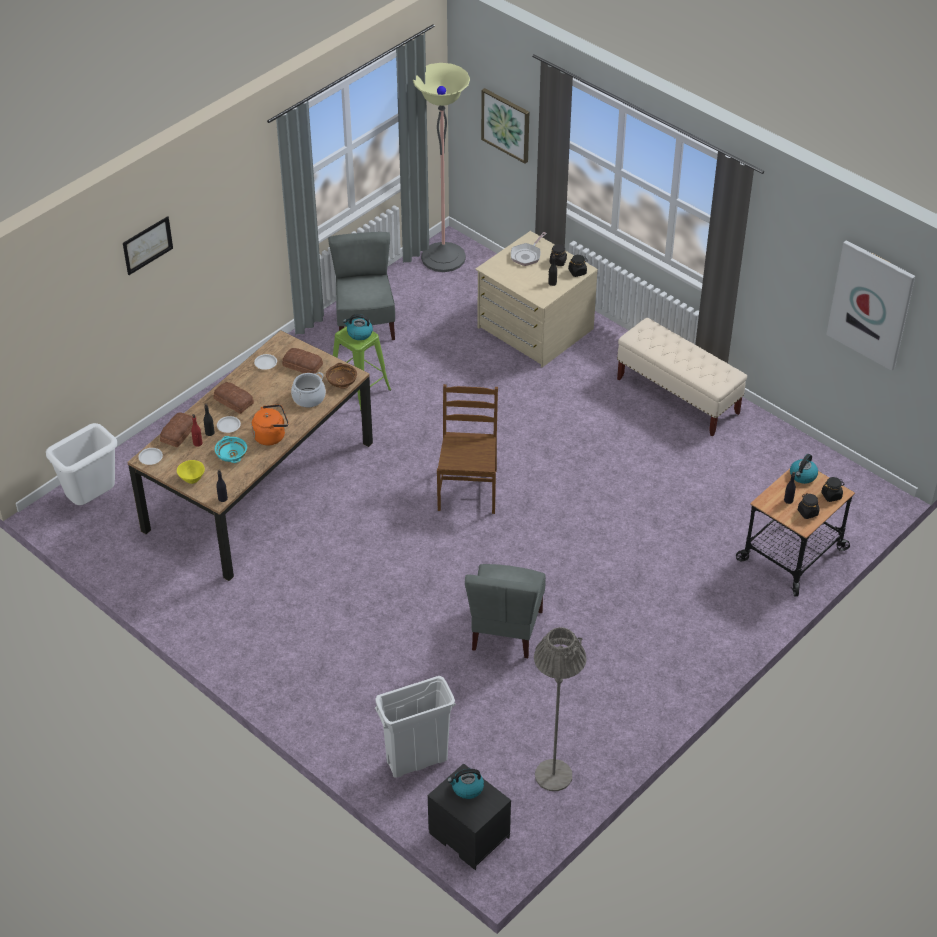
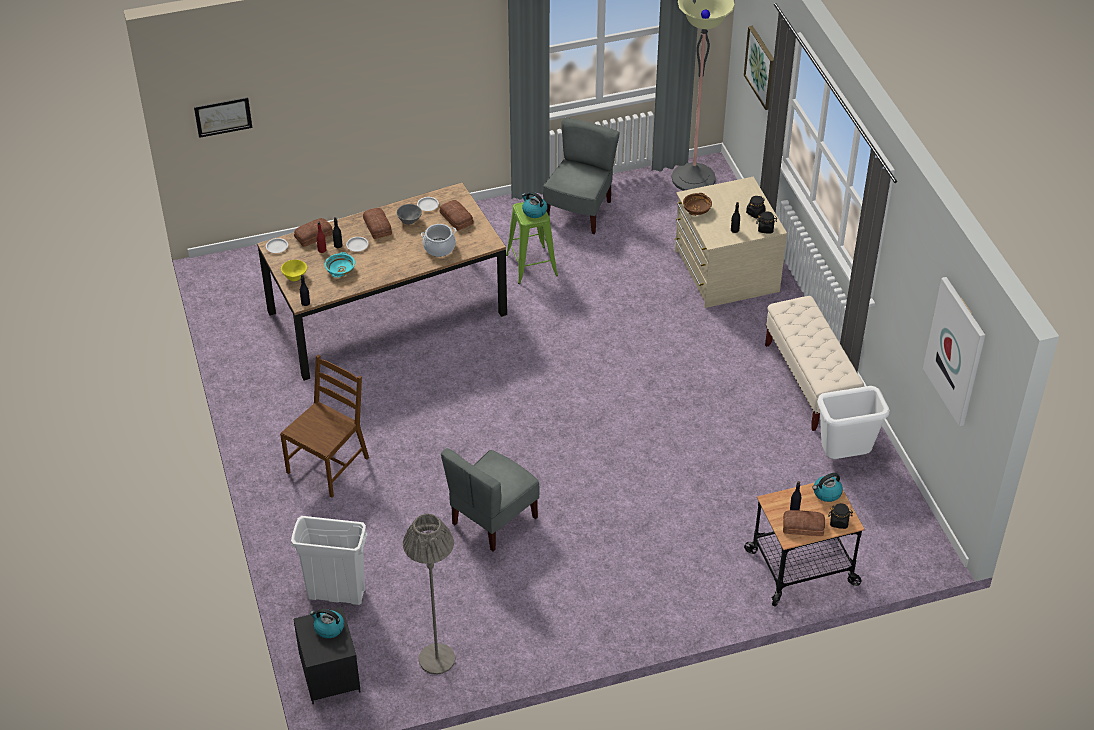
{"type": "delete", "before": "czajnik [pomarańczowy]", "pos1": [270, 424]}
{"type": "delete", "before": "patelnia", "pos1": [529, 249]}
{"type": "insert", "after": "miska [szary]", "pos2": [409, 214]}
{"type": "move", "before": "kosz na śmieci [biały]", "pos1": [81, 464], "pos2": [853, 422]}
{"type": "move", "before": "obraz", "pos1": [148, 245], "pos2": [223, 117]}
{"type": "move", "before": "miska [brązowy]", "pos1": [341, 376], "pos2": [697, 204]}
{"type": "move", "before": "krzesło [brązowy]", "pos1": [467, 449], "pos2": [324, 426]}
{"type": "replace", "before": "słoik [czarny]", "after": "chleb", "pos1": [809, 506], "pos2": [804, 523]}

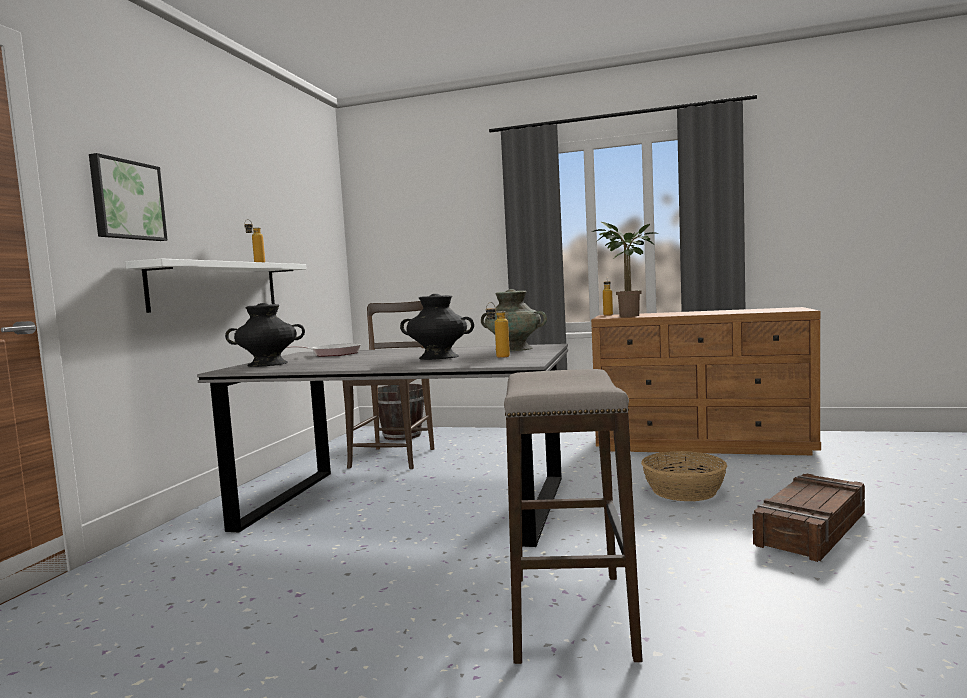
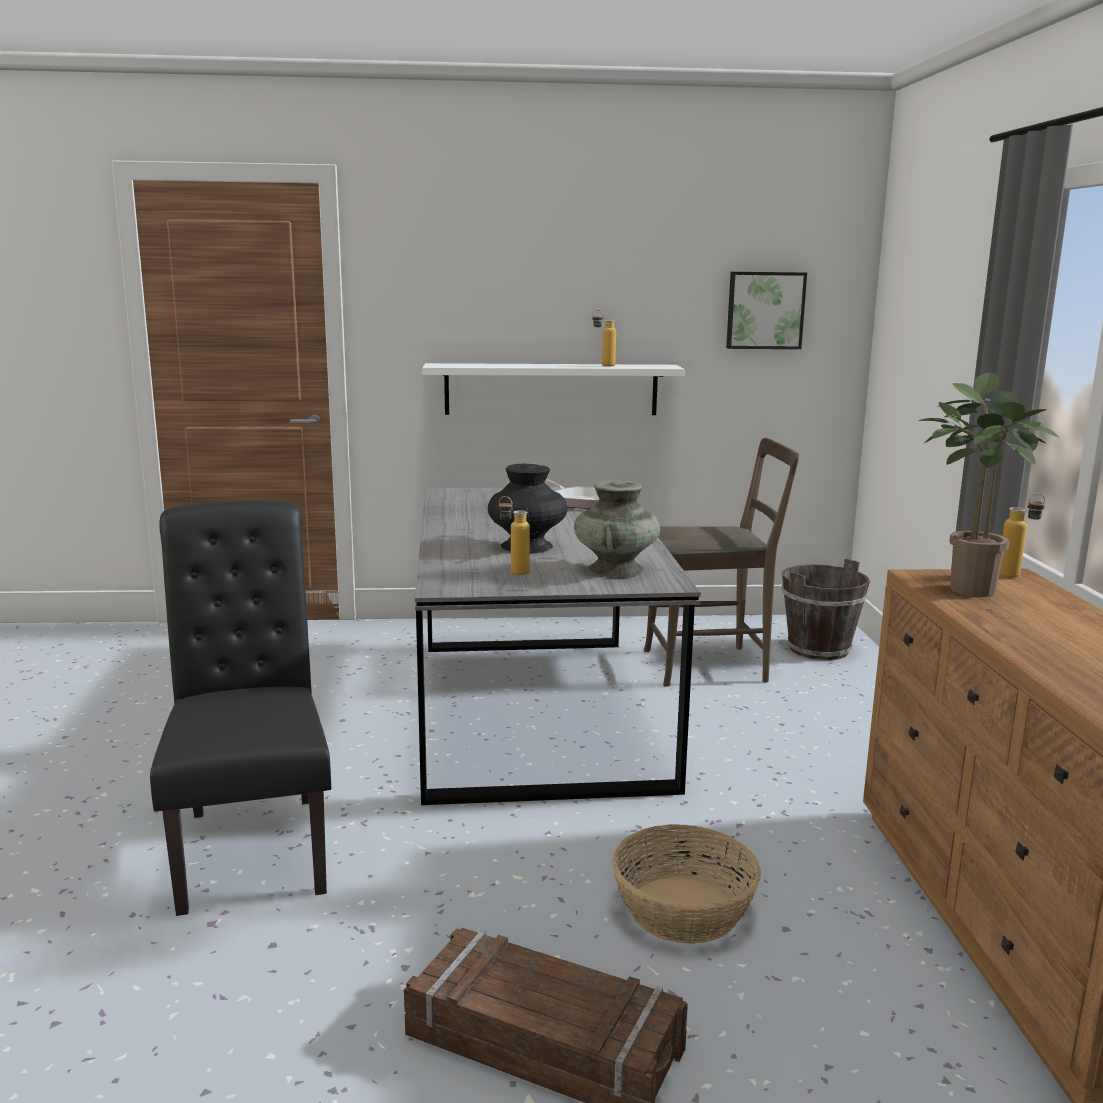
{"type": "delete", "before": "wazon [czarny]", "pos1": [265, 335]}
{"type": "move", "before": "obraz", "pos1": [128, 197], "pos2": [766, 310]}
{"type": "replace", "before": "stołek", "after": "krzesło [czarny]", "pos1": [573, 516], "pos2": [240, 708]}

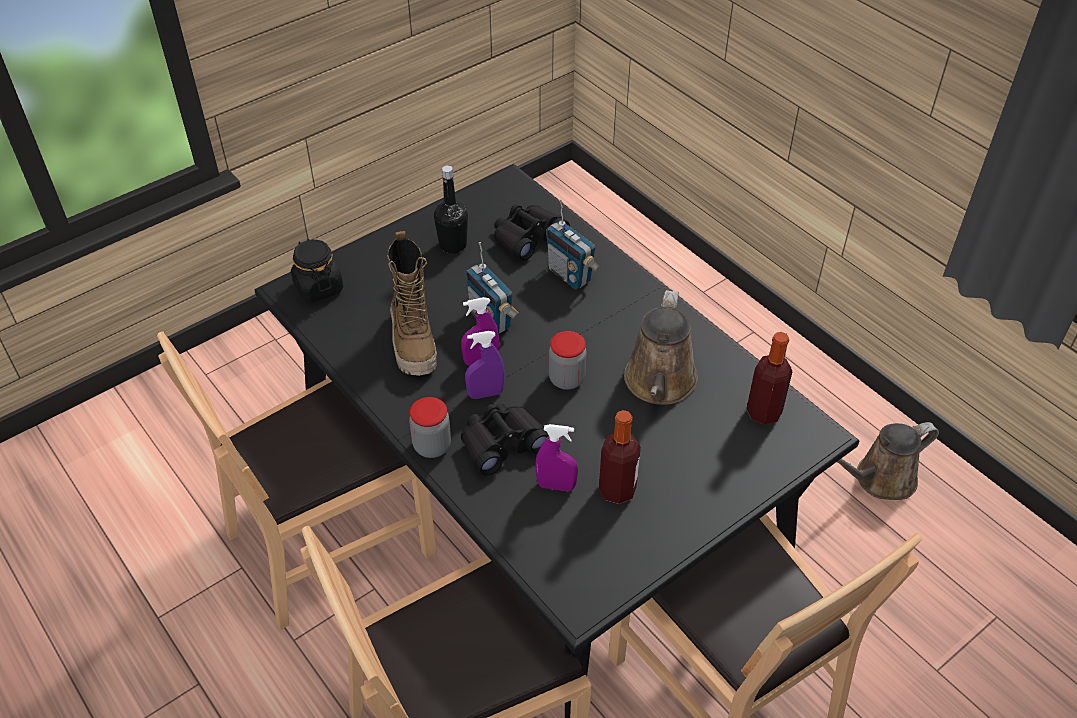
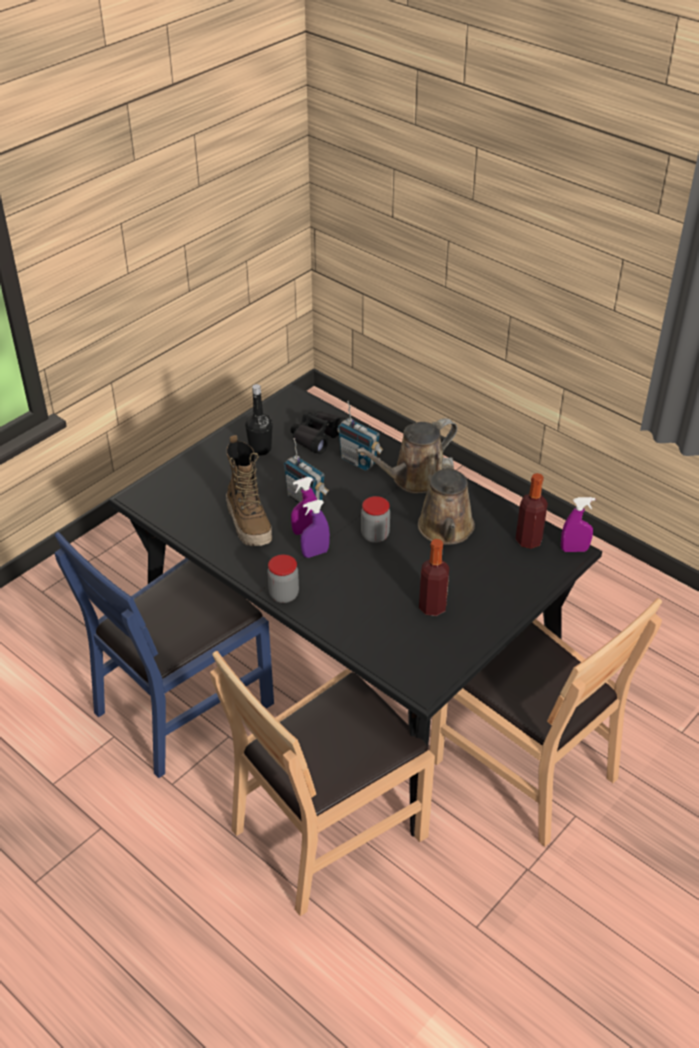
{"type": "delete", "before": "słoik [czarny]", "pos1": [317, 271]}
{"type": "delete", "before": "lornetka [czarny]", "pos1": [505, 440]}
{"type": "move", "before": "spryskiwacz [fioletowy]", "pos1": [556, 457], "pos2": [578, 524]}
{"type": "move", "before": "konewka [brązowy]", "pos1": [888, 461], "pos2": [406, 455]}
{"type": "recolor", "before": "krzesło [brązowy]", "after": "krzesło [niebieski]", "pos1": [297, 480], "pos2": [164, 655]}

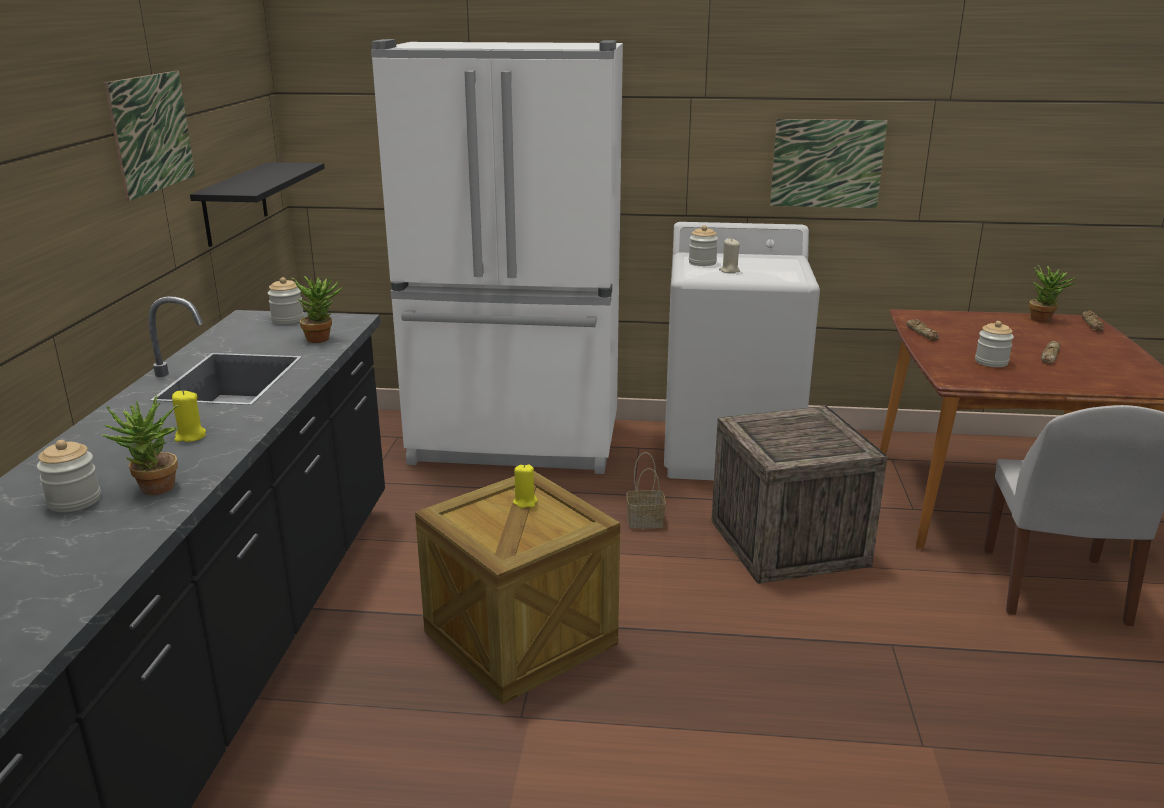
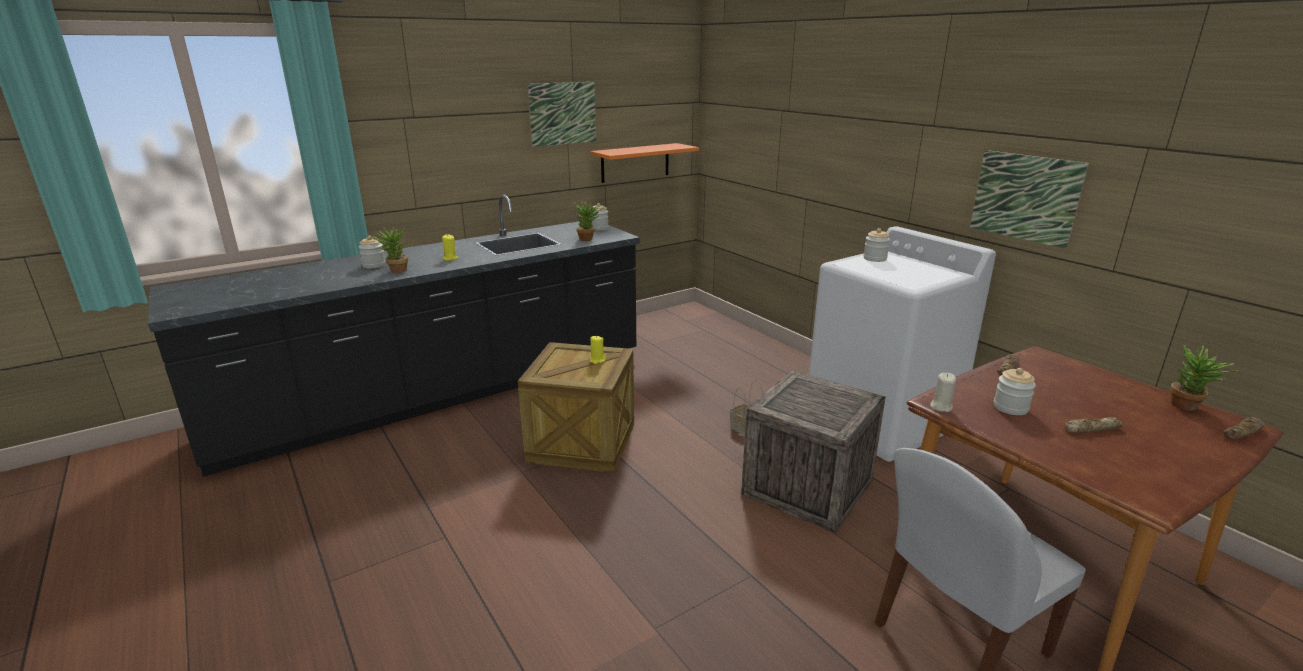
{"type": "delete", "before": "lodówka [biały]", "pos1": [497, 256]}
{"type": "move", "before": "świeca [beżowy]", "pos1": [729, 256], "pos2": [943, 392]}
{"type": "recolor", "before": "półka [czarny]", "after": "półka [pomarańczowy]", "pos1": [257, 204], "pos2": [644, 163]}

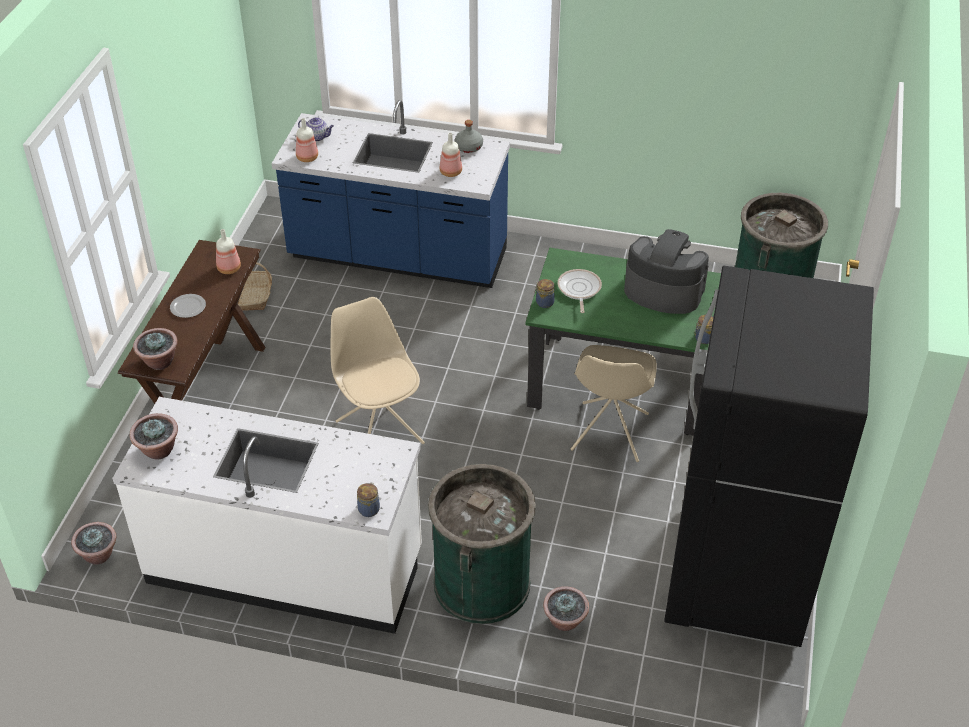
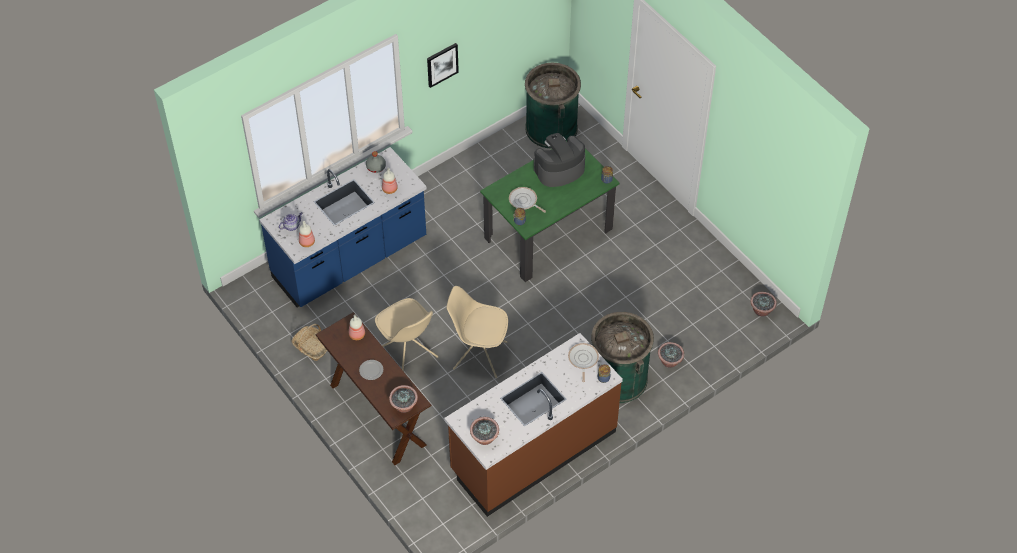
{"type": "delete", "before": "lodówka [czarny]", "pos1": [769, 457]}
{"type": "insert", "after": "obraz", "pos2": [443, 65]}
{"type": "insert", "after": "patelnia", "pos2": [583, 362]}
{"type": "move", "before": "roślina doniczkowa", "pos1": [93, 543], "pos2": [764, 304]}
{"type": "move", "before": "krzesło [beżowy]", "pos1": [613, 403], "pos2": [407, 335]}
{"type": "recolor", "before": "zabudowa kuchenna [biały]", "after": "zabudowa kuchenna [brązowy]", "pos1": [267, 515], "pos2": [533, 425]}

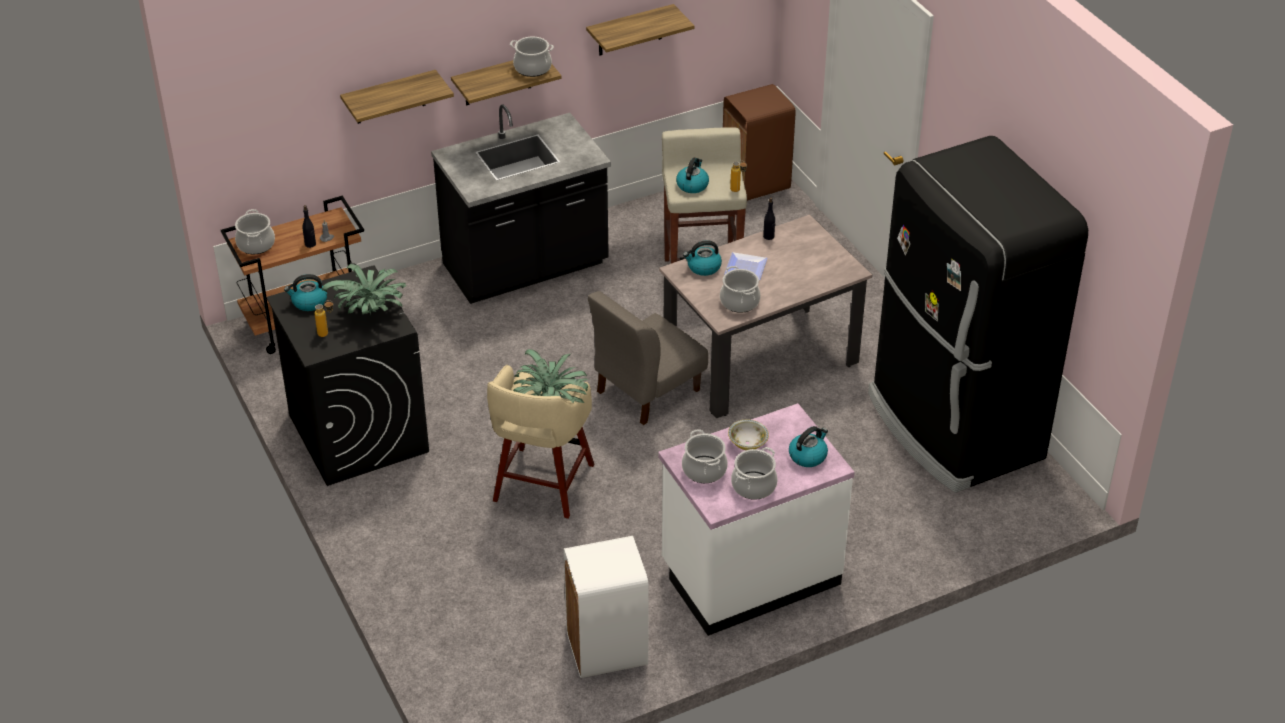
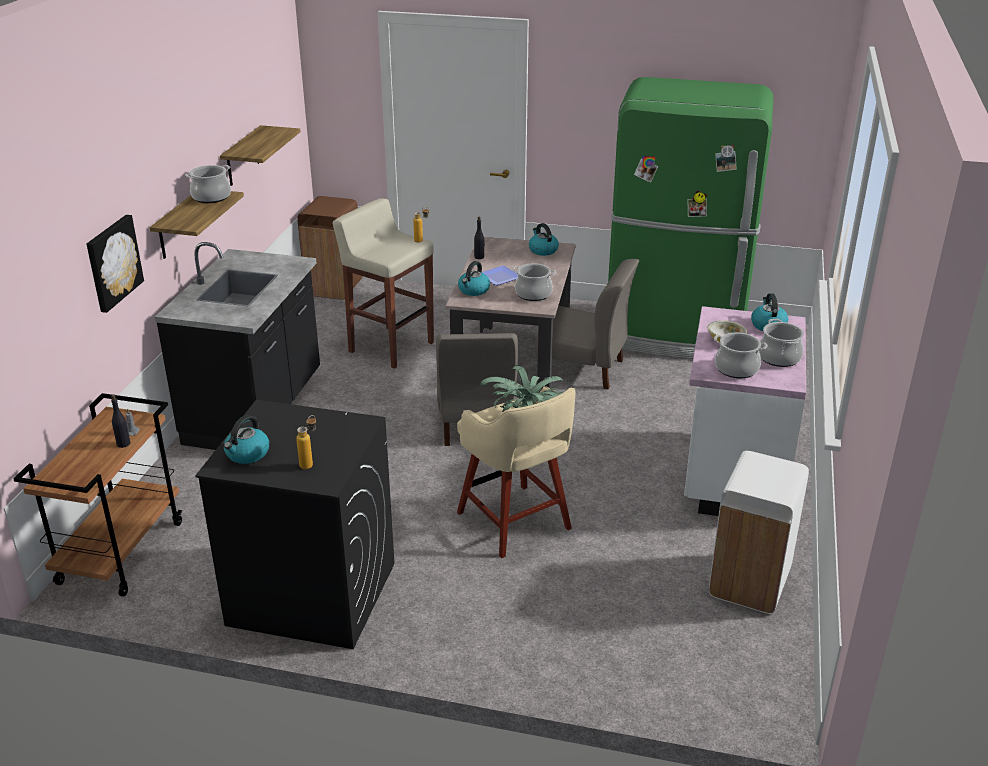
{"type": "delete", "before": "garnek", "pos1": [255, 231]}
{"type": "delete", "before": "roślina doniczkowa", "pos1": [364, 289]}
{"type": "insert", "after": "krzesło [szary]", "pos2": [587, 324]}
{"type": "move", "before": "czajnik", "pos1": [692, 175], "pos2": [544, 239]}
{"type": "replace", "before": "półka", "after": "obraz", "pos1": [397, 97], "pos2": [115, 264]}
{"type": "recolor", "before": "lodówka [czarny]", "after": "lodówka [zielony]", "pos1": [978, 314], "pos2": [691, 218]}

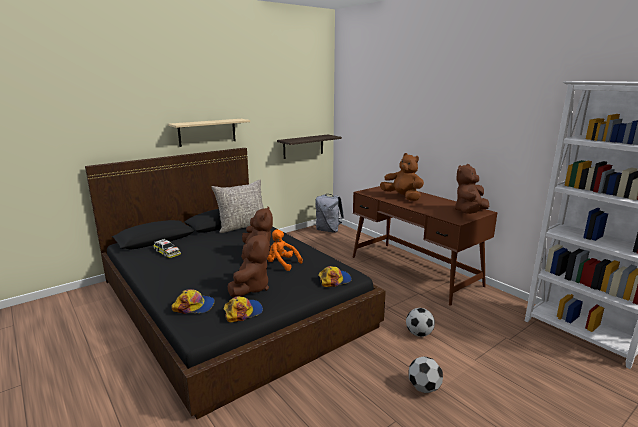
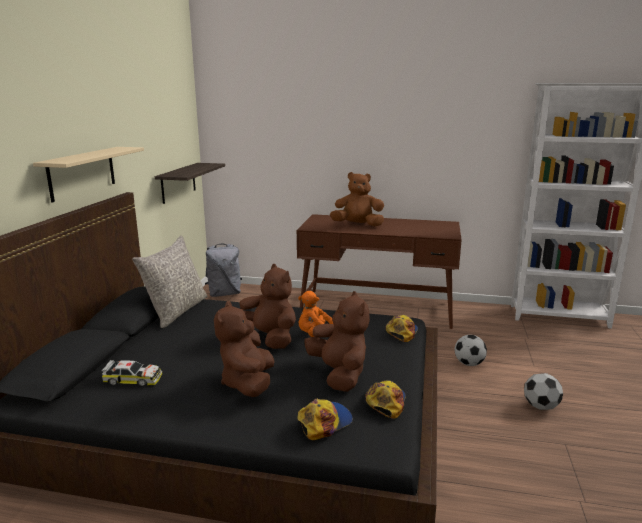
{"type": "move", "before": "pluszak [brązowy]", "pos1": [472, 189], "pos2": [244, 349]}

